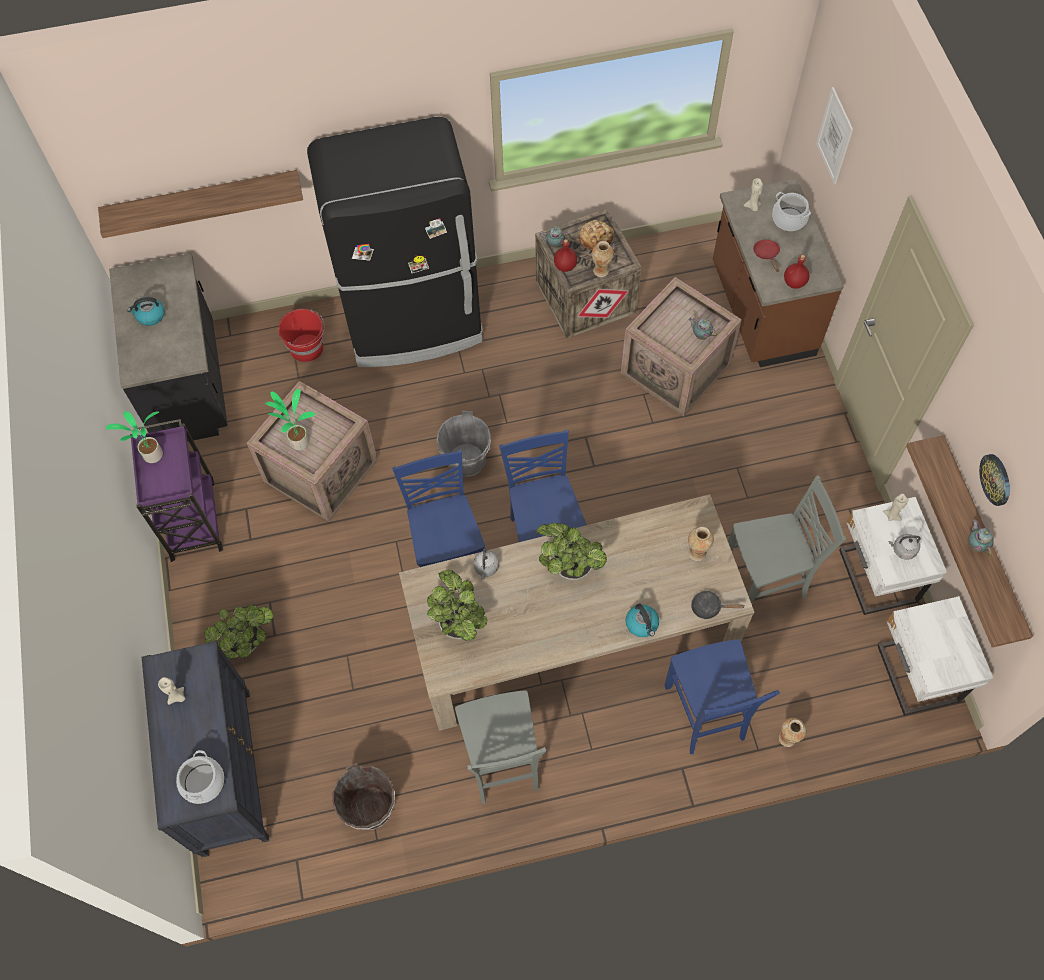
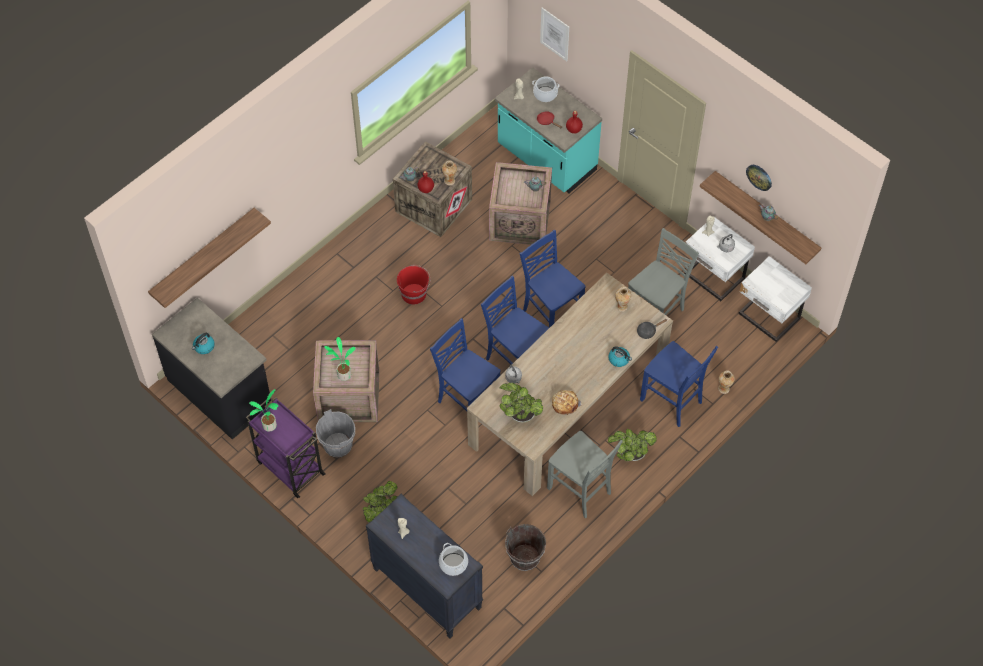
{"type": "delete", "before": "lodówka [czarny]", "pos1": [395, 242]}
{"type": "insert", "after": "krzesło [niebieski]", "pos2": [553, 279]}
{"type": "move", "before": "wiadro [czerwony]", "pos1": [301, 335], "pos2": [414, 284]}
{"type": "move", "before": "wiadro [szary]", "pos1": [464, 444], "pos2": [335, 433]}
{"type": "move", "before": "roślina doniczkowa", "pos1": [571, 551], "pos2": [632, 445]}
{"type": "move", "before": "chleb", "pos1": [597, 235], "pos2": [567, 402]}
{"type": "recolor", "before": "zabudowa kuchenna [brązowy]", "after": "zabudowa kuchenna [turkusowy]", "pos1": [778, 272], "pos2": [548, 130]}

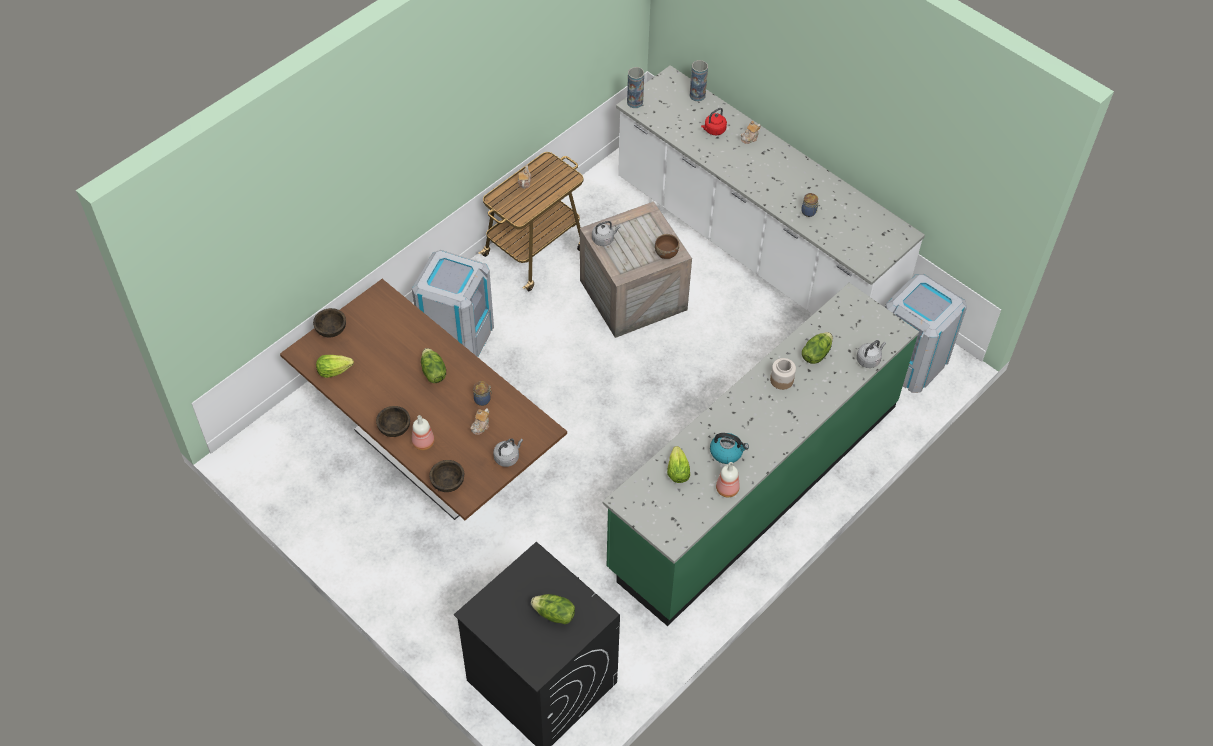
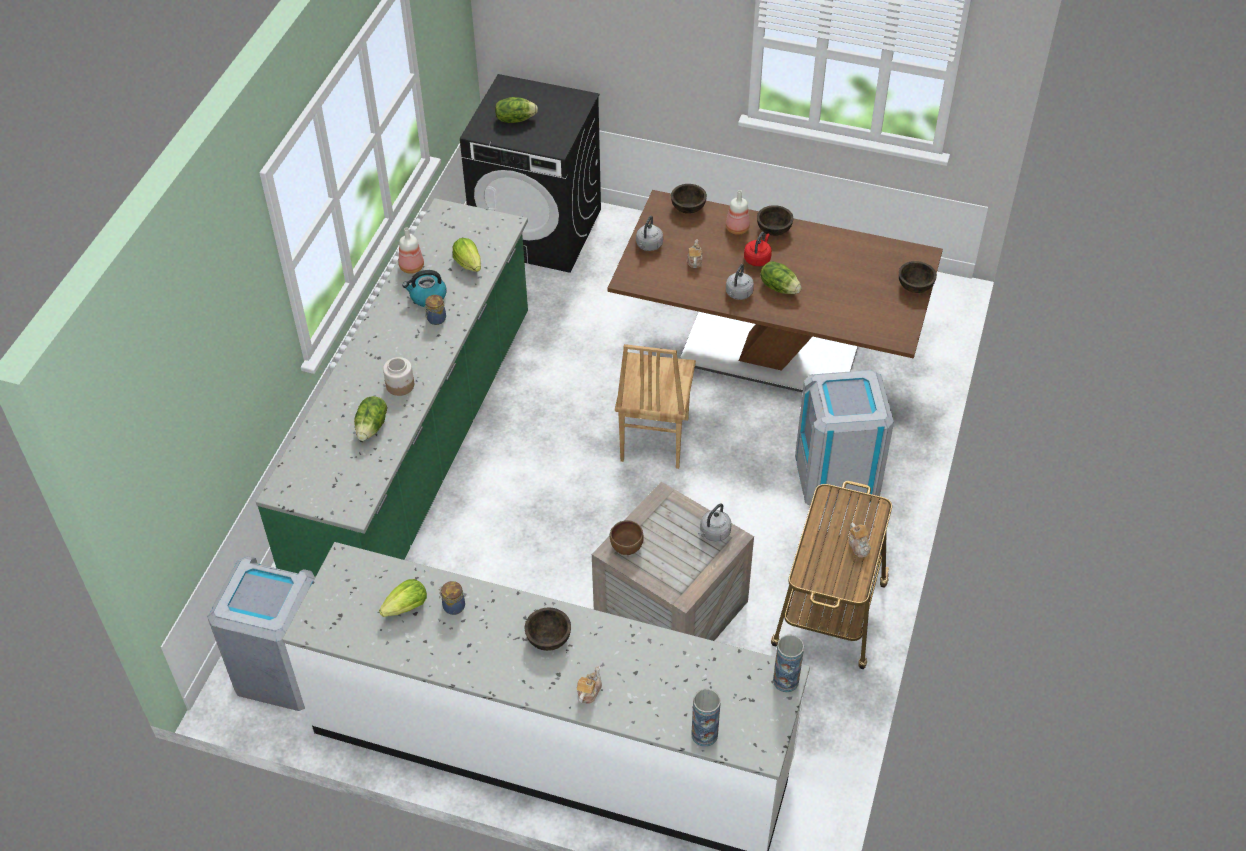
{"type": "insert", "after": "miska [brązowy]", "pos2": [548, 629]}
{"type": "insert", "after": "krzesło [brązowy]", "pos2": [655, 406]}
{"type": "move", "before": "sałata", "pos1": [335, 366], "pos2": [403, 598]}
{"type": "move", "before": "słoik", "pos1": [482, 393], "pos2": [435, 310]}
{"type": "move", "before": "czajnik [czerwony]", "pos1": [714, 121], "pos2": [758, 249]}
{"type": "move", "before": "czajnik [szary]", "pos1": [871, 354], "pos2": [740, 282]}

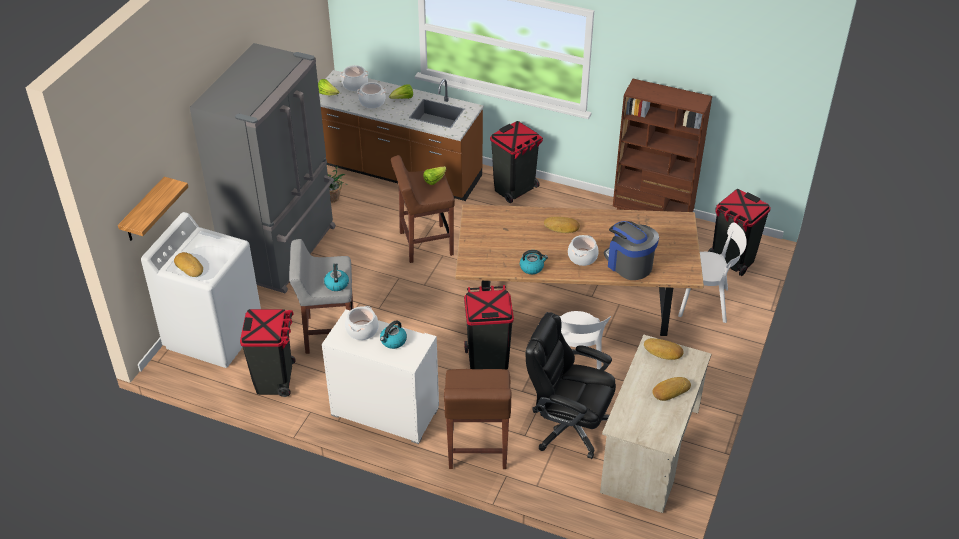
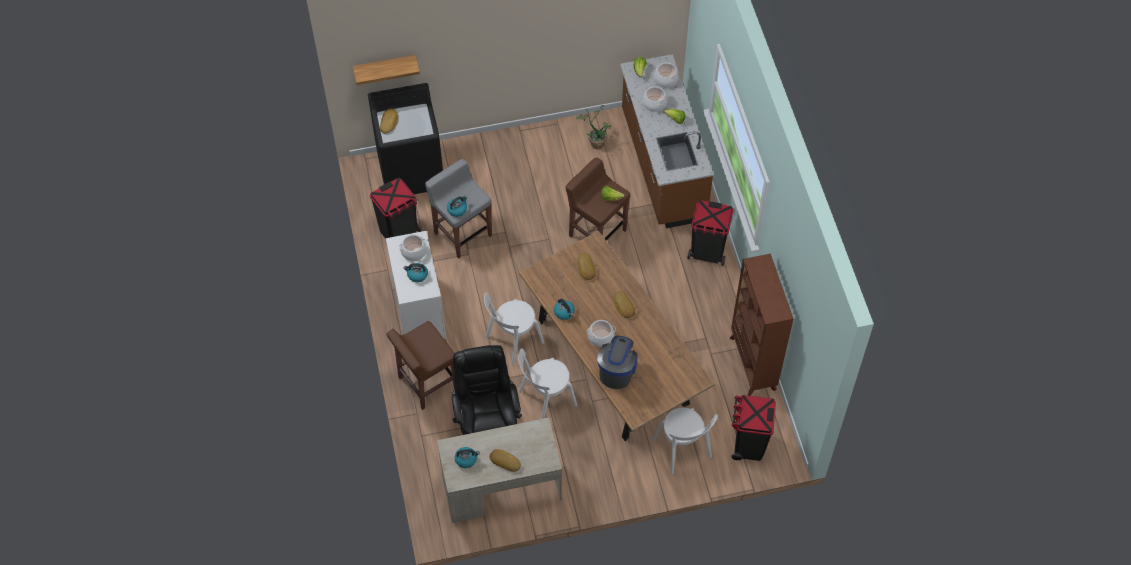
{"type": "delete", "before": "lodówka [szary]", "pos1": [263, 168]}
{"type": "insert", "after": "czajnik", "pos2": [467, 457]}
{"type": "move", "before": "chleb", "pos1": [664, 349], "pos2": [586, 266]}
{"type": "replace", "before": "kosz na śmieci [czarny]", "after": "krzesło [biały]", "pos1": [489, 327], "pos2": [514, 329]}
{"type": "recolor", "before": "pralka [biały]", "after": "pralka [czarny]", "pos1": [201, 290], "pos2": [405, 138]}

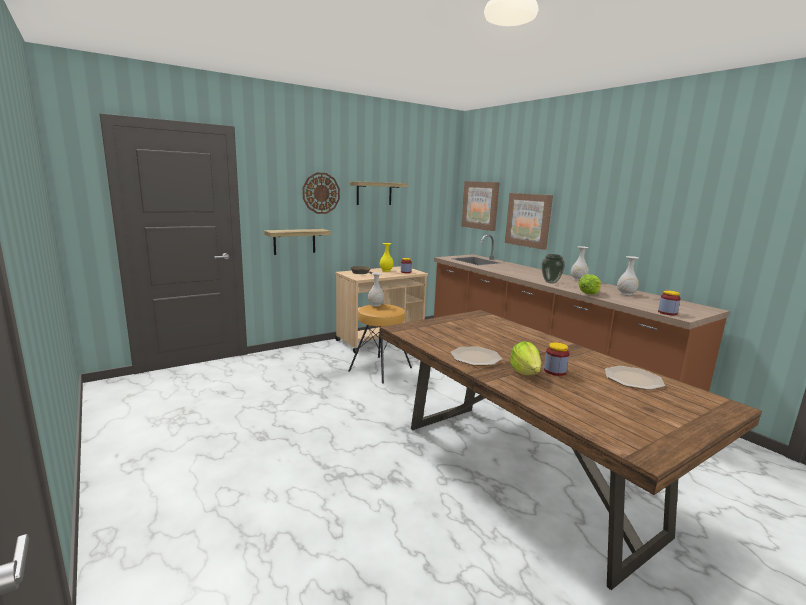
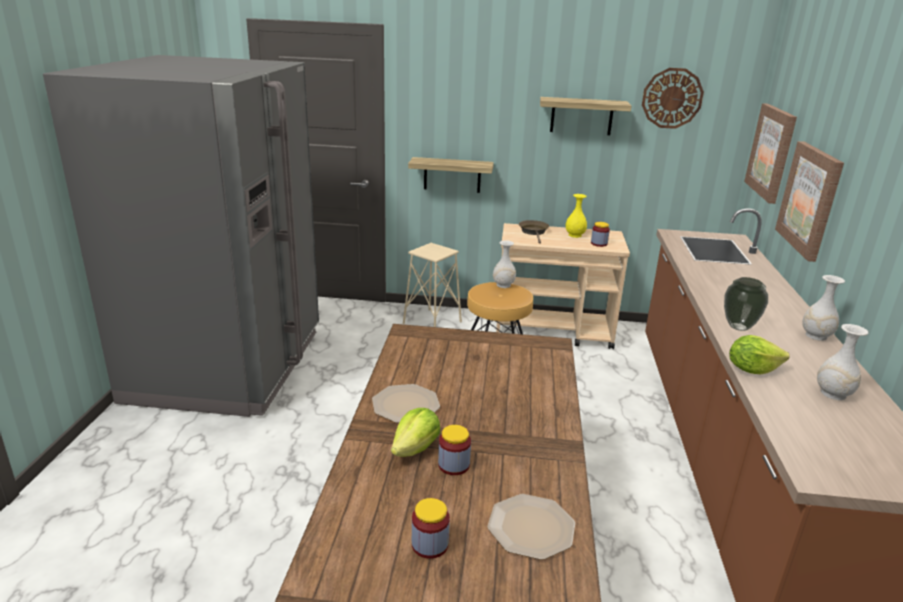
{"type": "insert", "after": "lodówka [szary]", "pos2": [181, 236]}
{"type": "insert", "after": "stołek [beżowy]", "pos2": [432, 285]}
{"type": "move", "before": "zegar ścienny", "pos1": [321, 193], "pos2": [673, 98]}
{"type": "move", "before": "słoik", "pos1": [669, 302], "pos2": [431, 528]}

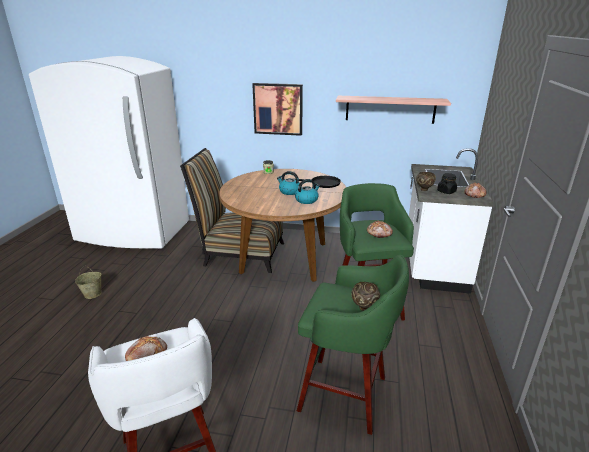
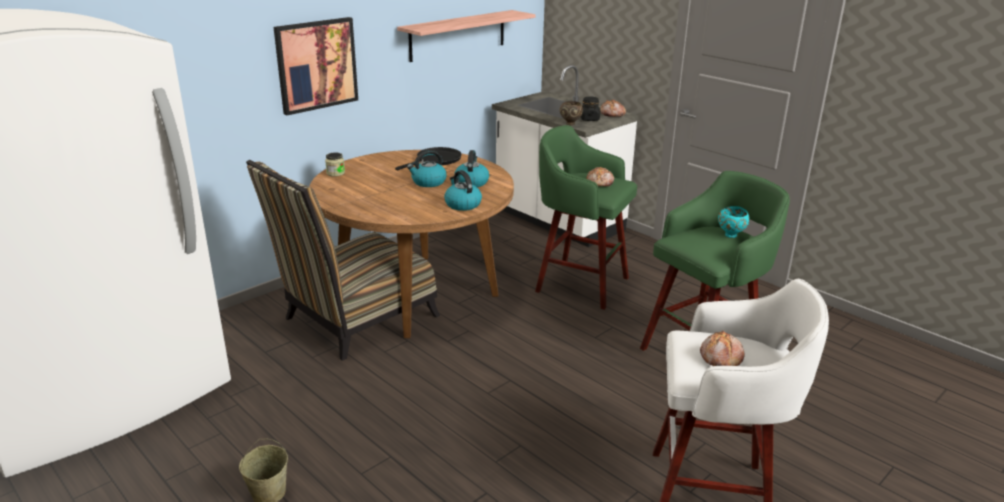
{"type": "insert", "after": "czajnik", "pos2": [463, 190]}
{"type": "recolor", "before": "miska [brązowy]", "after": "miska [turkusowy]", "pos1": [365, 296], "pos2": [734, 222]}

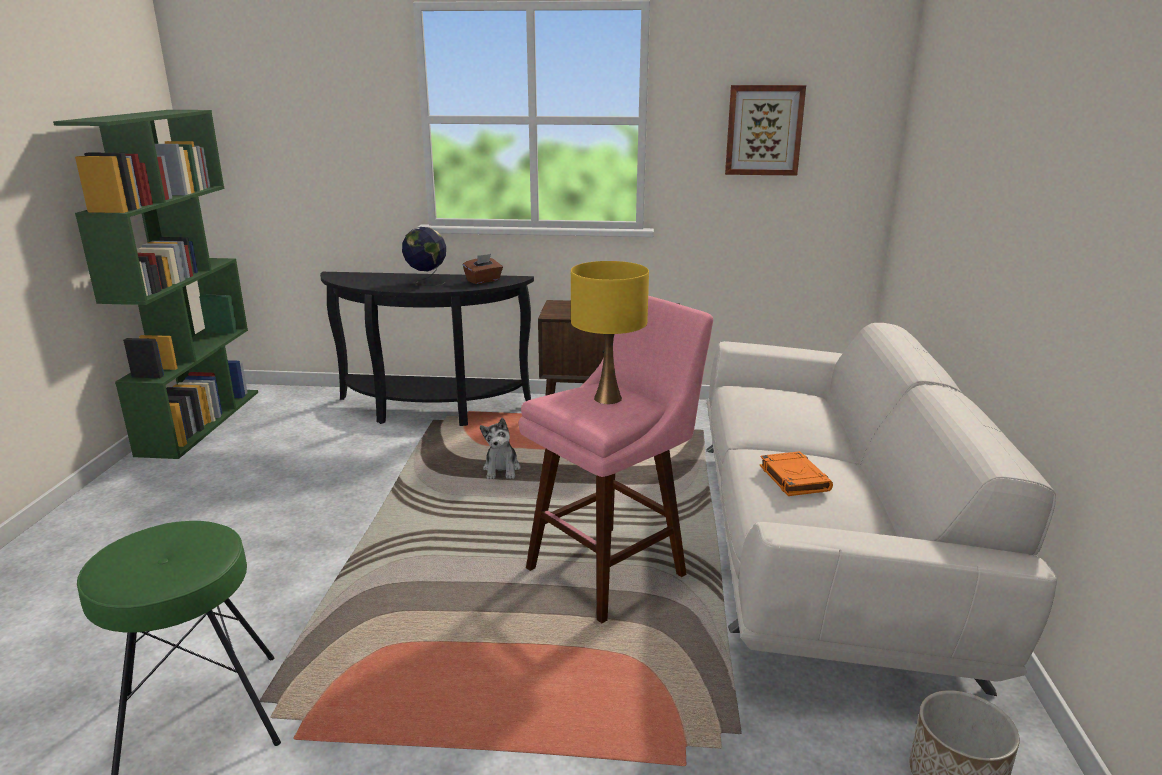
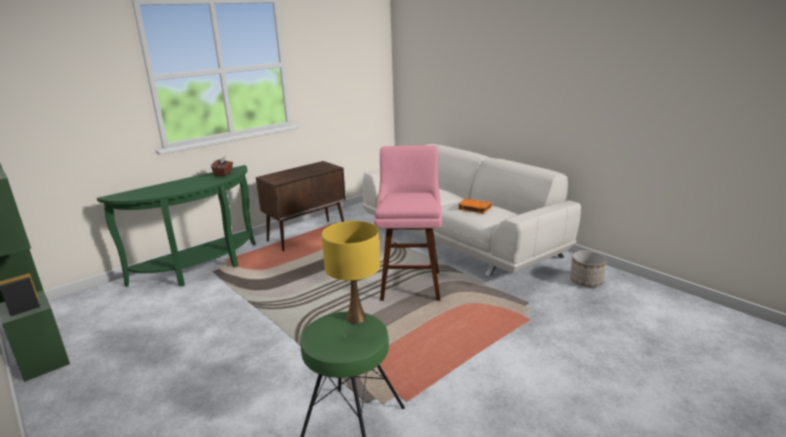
{"type": "delete", "before": "globus", "pos1": [424, 256]}
{"type": "delete", "before": "pluszak", "pos1": [500, 448]}
{"type": "delete", "before": "obraz", "pos1": [765, 130]}
{"type": "move", "before": "lampa stołowa [żółty]", "pos1": [610, 332], "pos2": [351, 272]}
{"type": "recolor", "before": "stolik konsolowy [czarny]", "after": "stolik konsolowy [zielony]", "pos1": [427, 349], "pos2": [176, 226]}

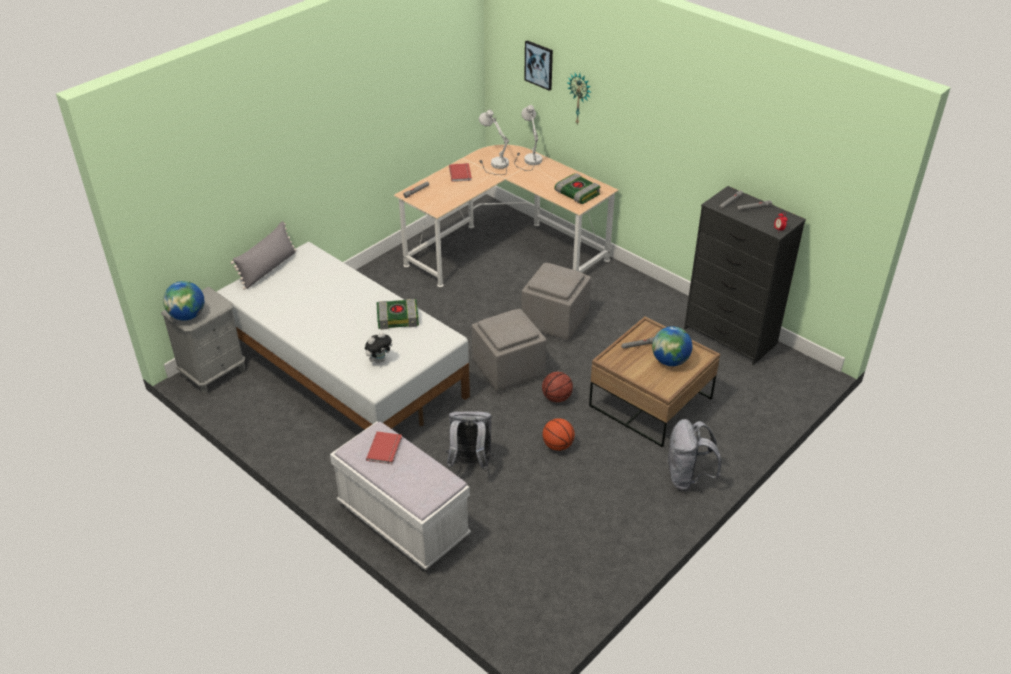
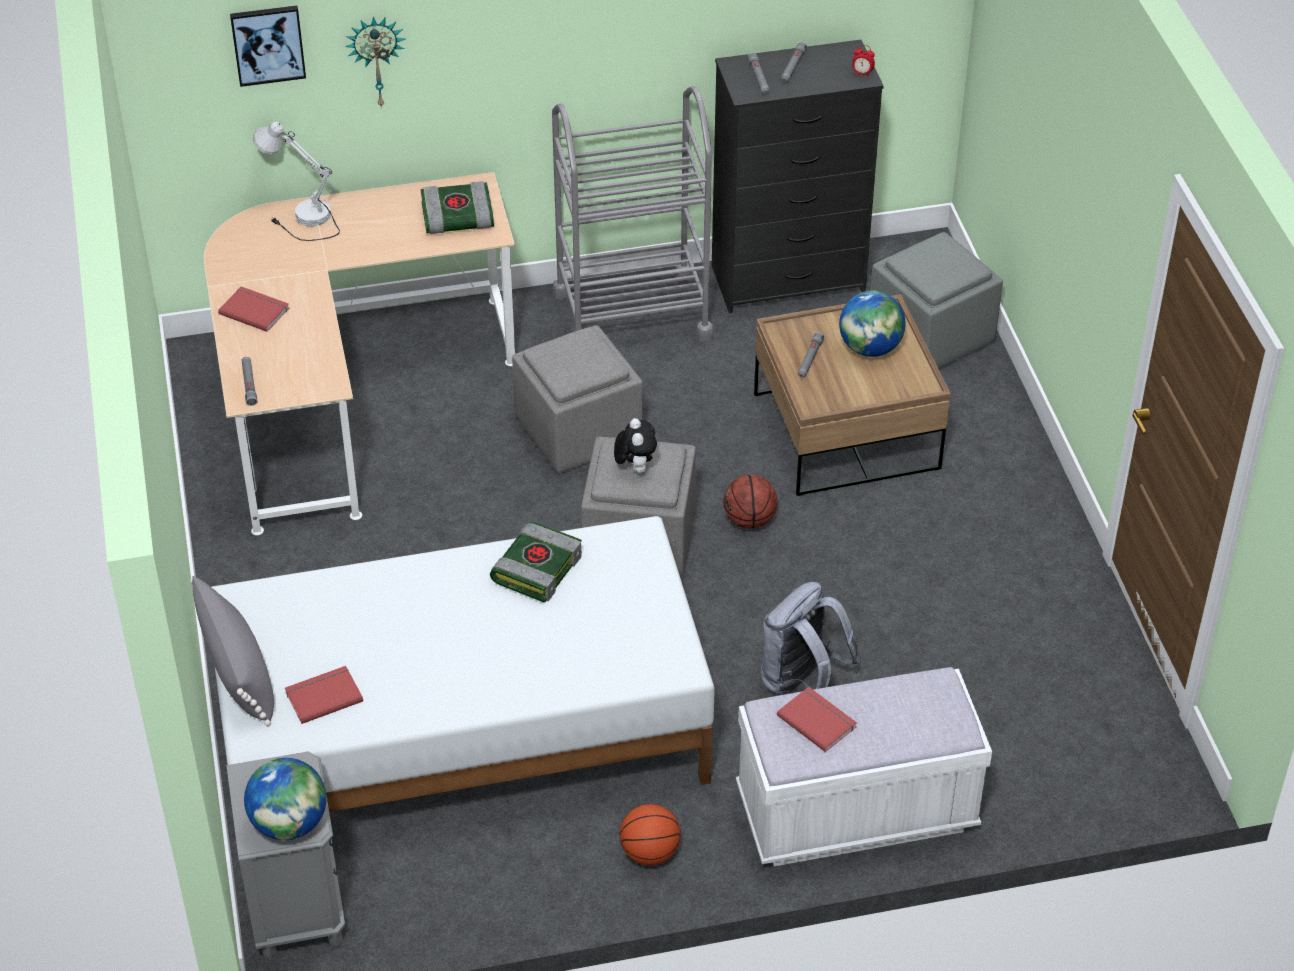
{"type": "delete", "before": "lampa stołowa [biały]", "pos1": [494, 142]}
{"type": "delete", "before": "plecak [szary]", "pos1": [694, 455]}
{"type": "insert", "after": "książka [czerwony]", "pos2": [324, 695]}
{"type": "insert", "after": "wózek [szary]", "pos2": [632, 214]}
{"type": "insert", "after": "pufa [szary]", "pos2": [936, 300]}
{"type": "move", "before": "pluszak", "pos1": [379, 347], "pos2": [635, 445]}
{"type": "move", "before": "piłka do koszykówki", "pos1": [558, 434], "pos2": [650, 834]}

